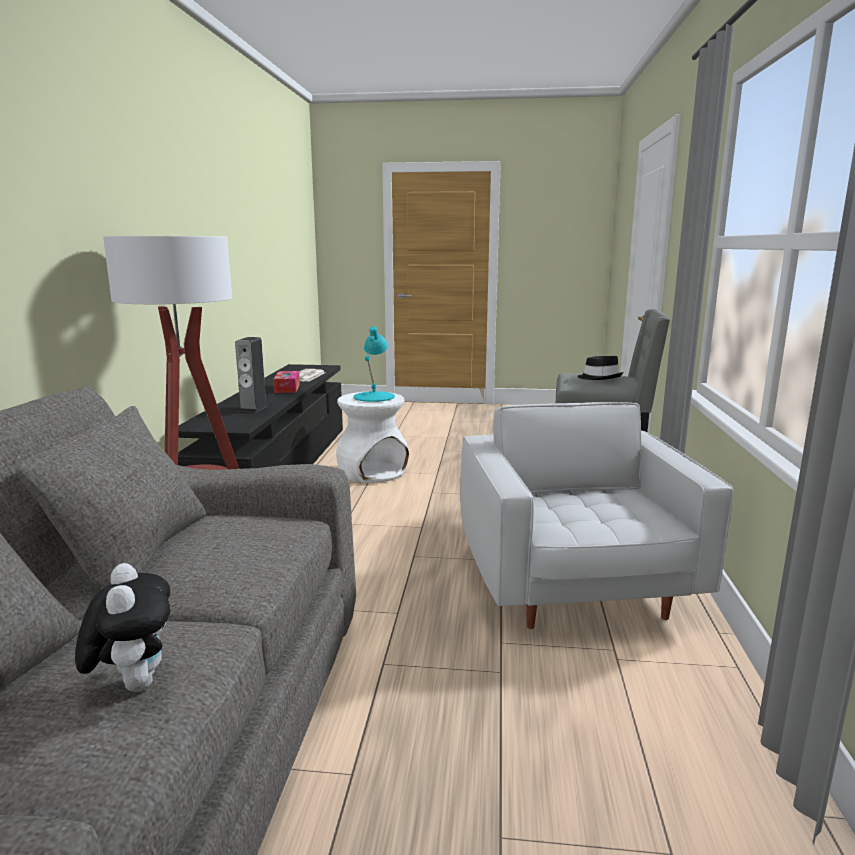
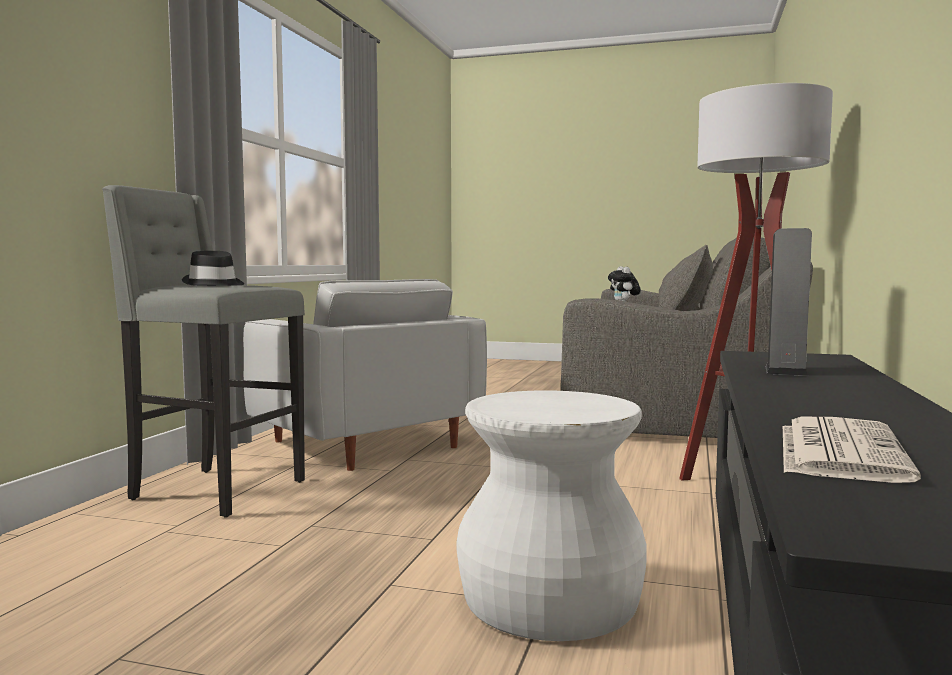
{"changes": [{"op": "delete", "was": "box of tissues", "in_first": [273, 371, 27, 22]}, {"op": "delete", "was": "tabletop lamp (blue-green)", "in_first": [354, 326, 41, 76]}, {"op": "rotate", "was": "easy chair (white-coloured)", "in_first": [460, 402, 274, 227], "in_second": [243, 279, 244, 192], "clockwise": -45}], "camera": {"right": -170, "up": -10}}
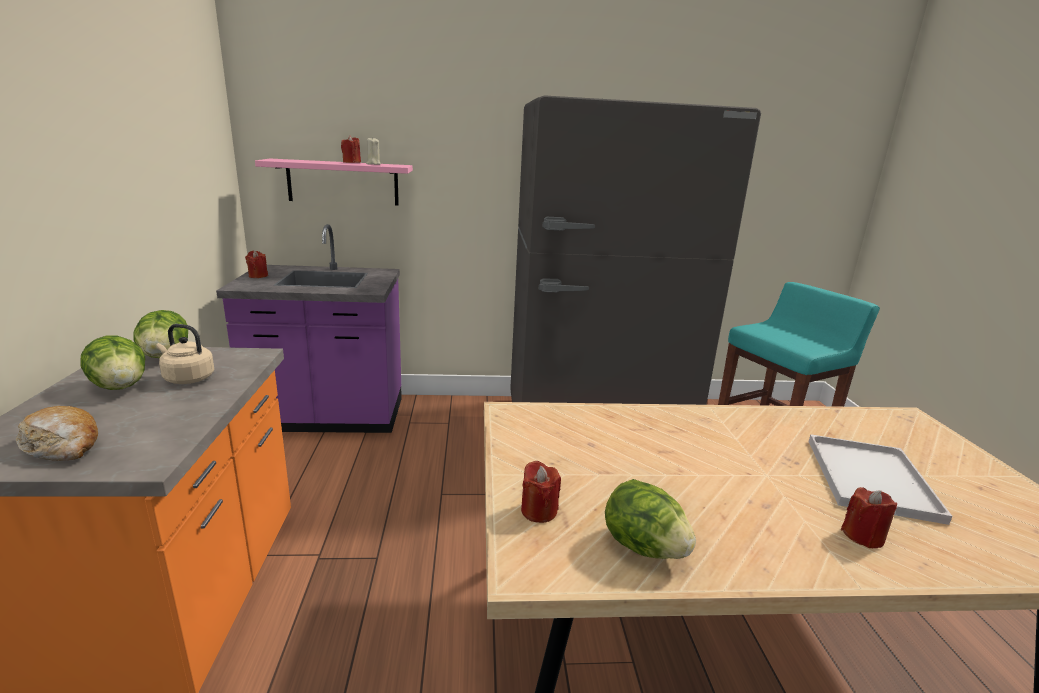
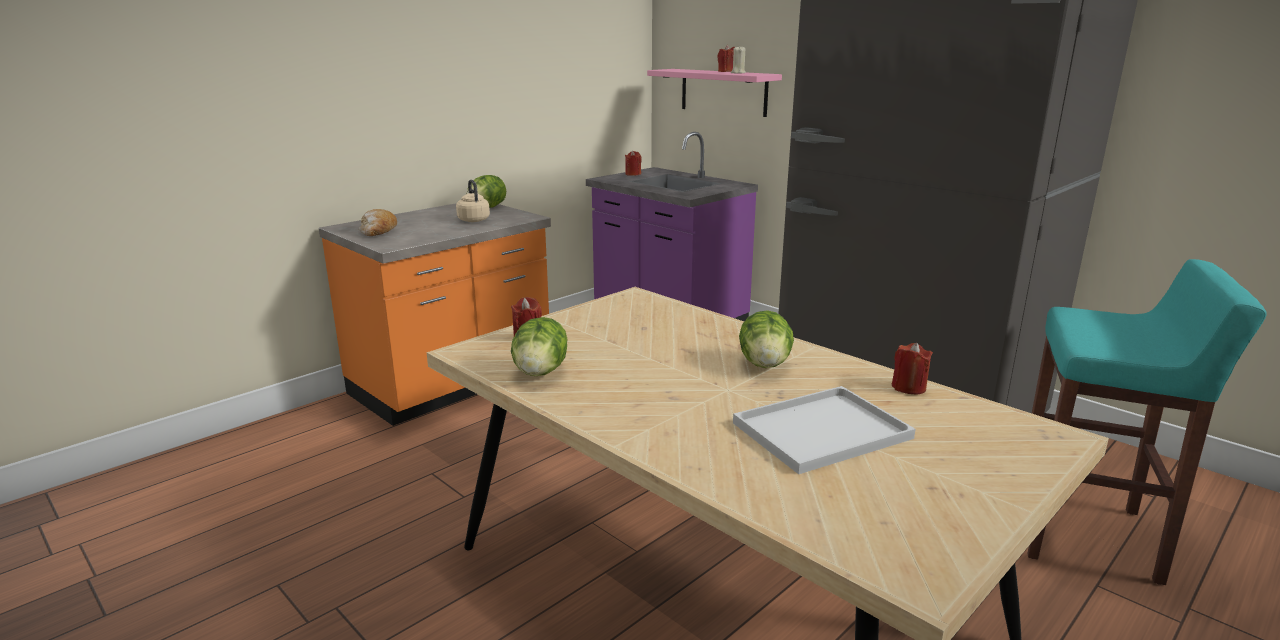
{"changes": [{"op": "move", "was": "lettuce", "in_first": [81, 335, 64, 55], "in_second": [739, 310, 55, 58]}, {"op": "move", "was": "wax candle (red-coloured)", "in_first": [841, 487, 56, 61], "in_second": [892, 343, 41, 51]}], "camera": {"right": 50, "up": 0}}
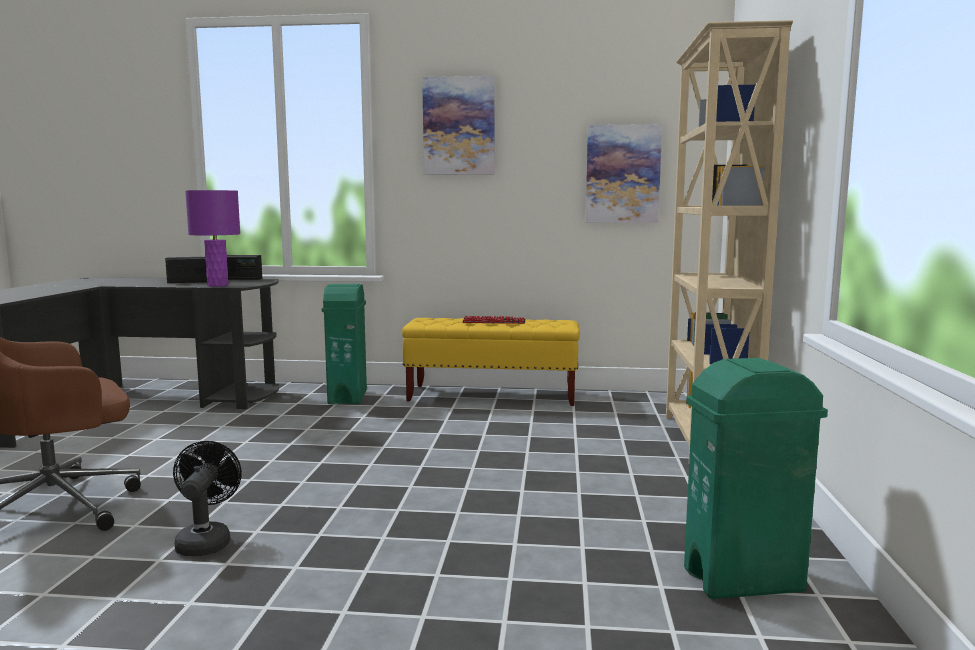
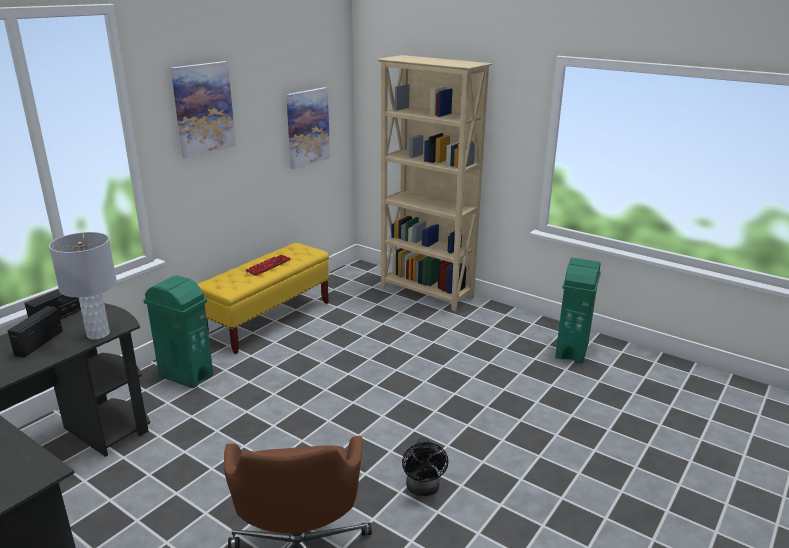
{"changes": [{"op": "rotate", "was": "fan (blackish)", "in_first": [173, 441, 69, 115], "in_second": [402, 437, 46, 59], "clockwise": -120}, {"op": "recolor", "was": "tabletop lamp (purplish)", "now": "tabletop lamp (grey)", "in_first": [185, 190, 55, 97], "in_second": [49, 232, 68, 108]}], "camera": {"right": -60, "up": 15}}
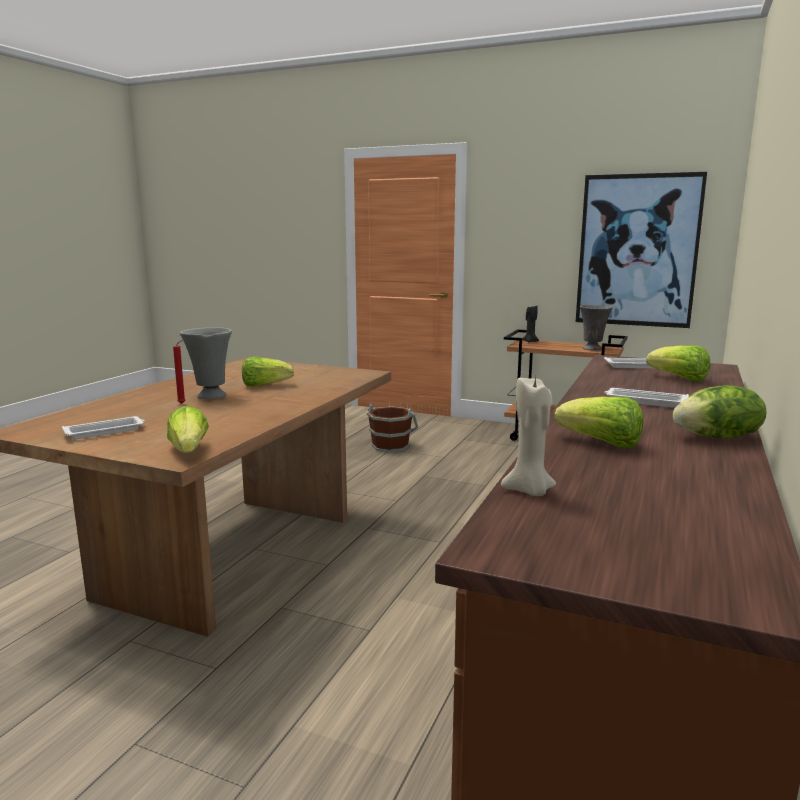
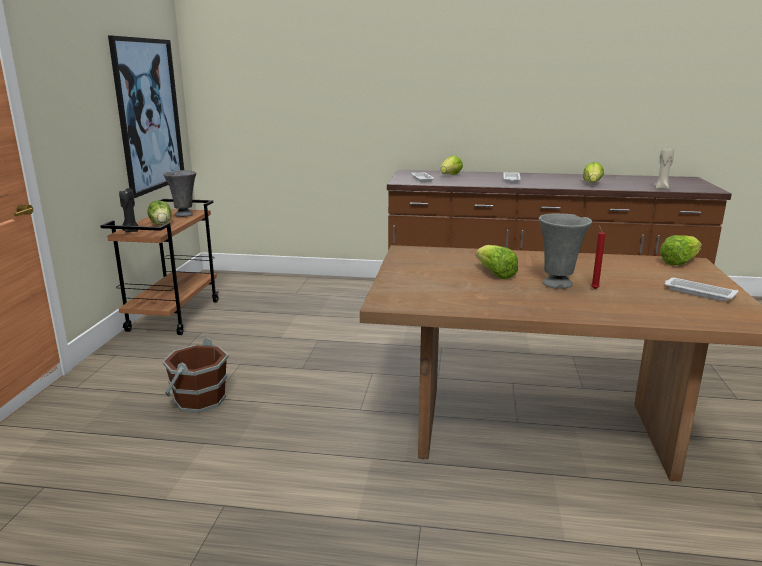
{"changes": [{"op": "move", "was": "lettuce", "in_first": [673, 385, 94, 54], "in_second": [148, 201, 24, 24]}], "camera": {"right": -105, "up": 5}}
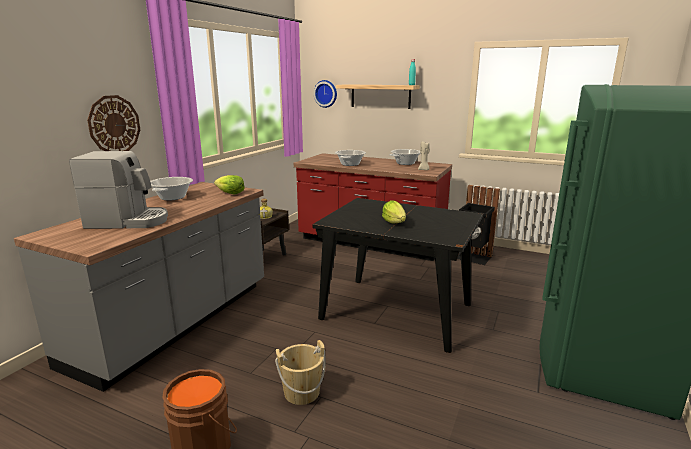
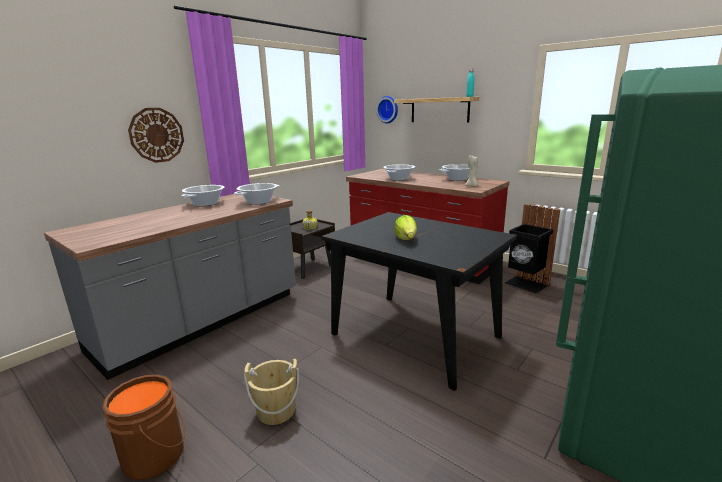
{"changes": [{"op": "delete", "was": "coffee machine", "in_first": [69, 151, 99, 78]}, {"op": "replace", "was": "lettuce", "now": "saucepot", "in_first": [214, 175, 31, 19], "in_second": [234, 183, 45, 22]}], "camera": {"right": 15, "up": 0}}
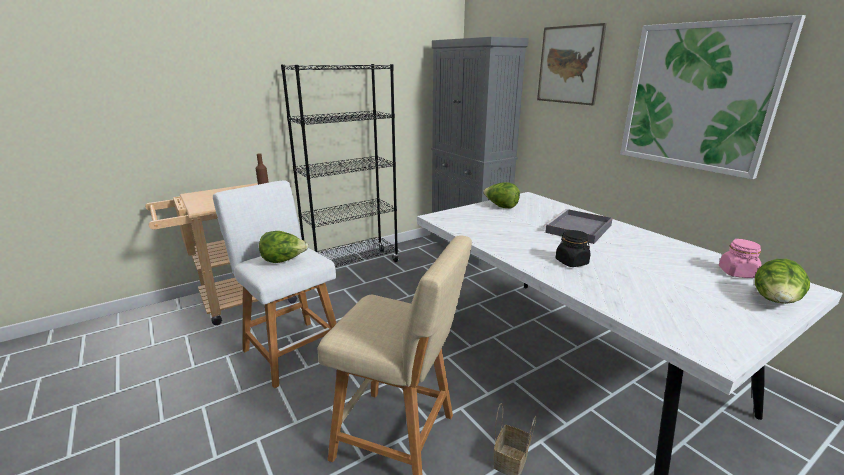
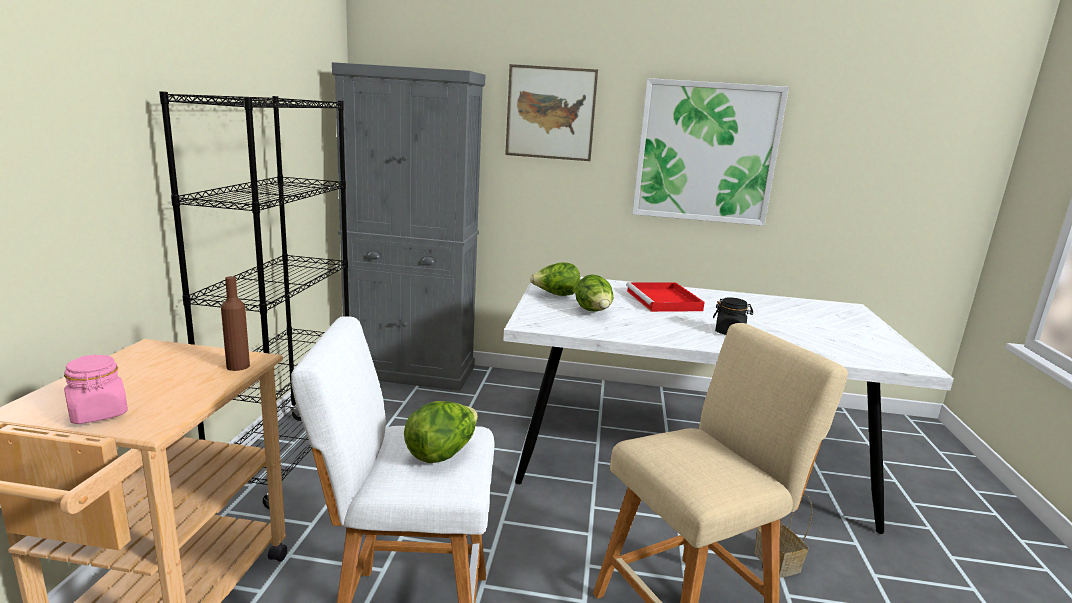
{"changes": [{"op": "recolor", "was": "tray (grey)", "now": "tray (red-coloured)", "in_first": [544, 209, 69, 35], "in_second": [626, 282, 79, 30]}, {"op": "move", "was": "jar (pinkish)", "in_first": [719, 239, 43, 39], "in_second": [64, 354, 64, 70]}, {"op": "move", "was": "lettuce", "in_first": [755, 259, 55, 45], "in_second": [575, 274, 38, 38]}], "camera": {"right": -50, "up": -5}}
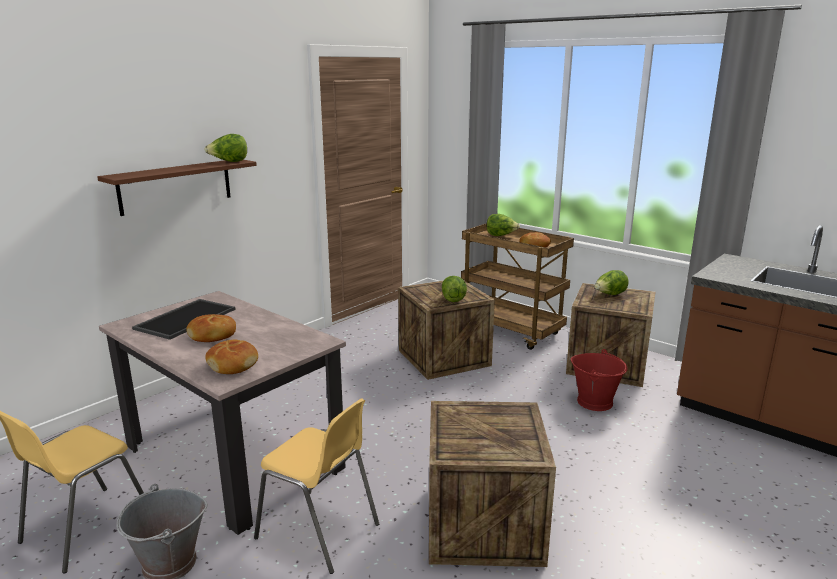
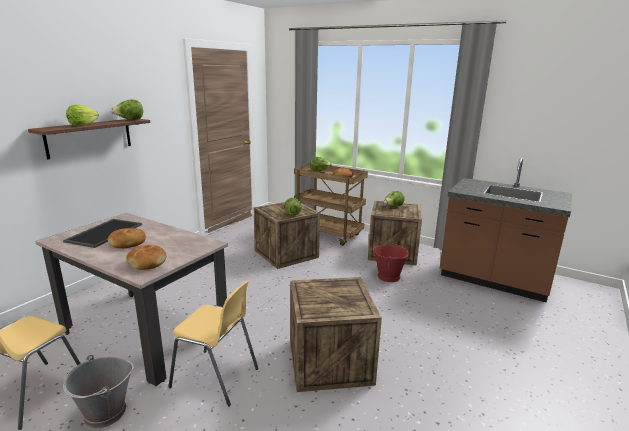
{"changes": [{"op": "insert", "now": "lettuce", "in_second": [66, 105, 33, 21]}], "camera": {"right": -10, "up": 0}}
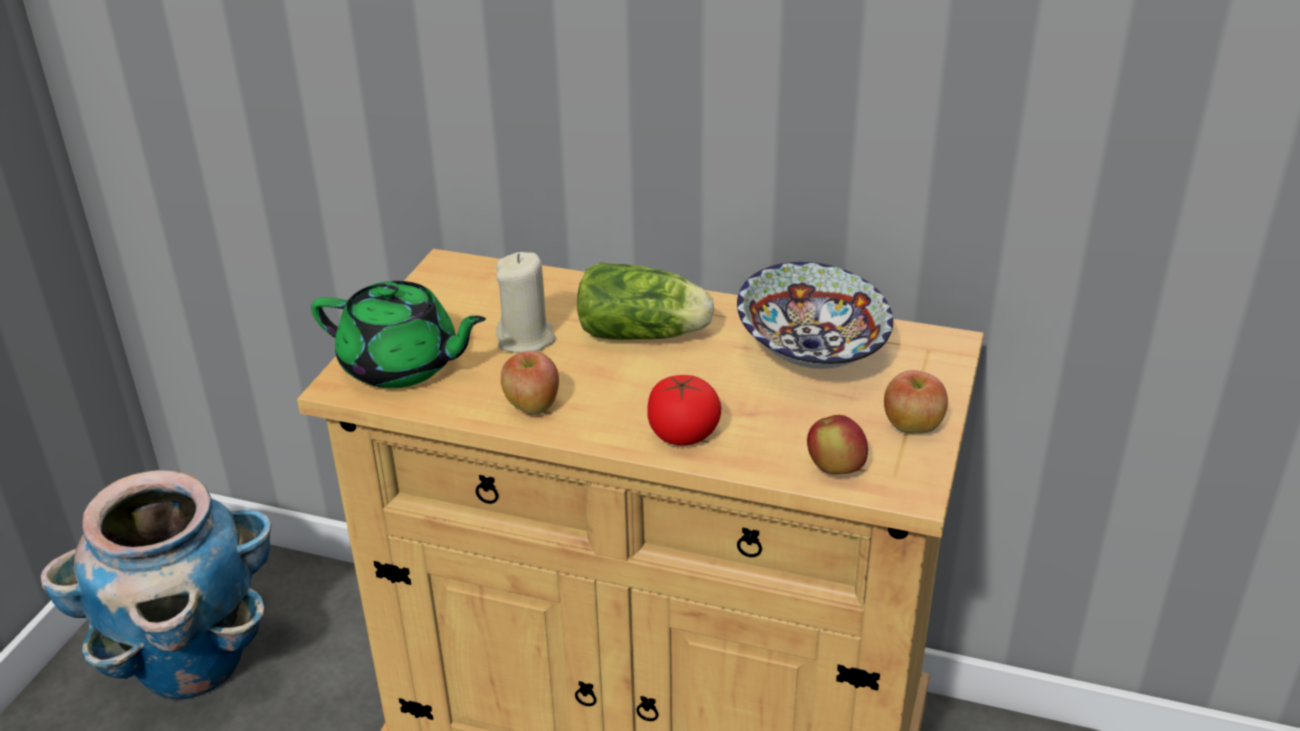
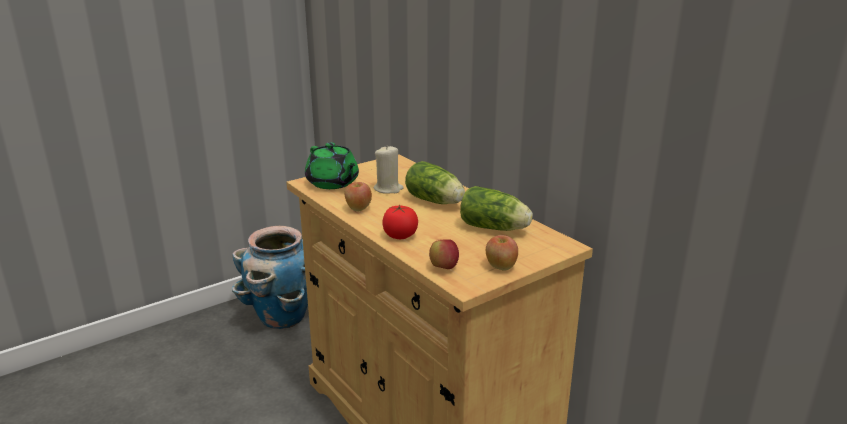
{"changes": [{"op": "replace", "was": "deep dish", "now": "lettuce", "in_first": [737, 262, 156, 107], "in_second": [460, 186, 73, 45]}], "camera": {"right": 35, "up": -10}}
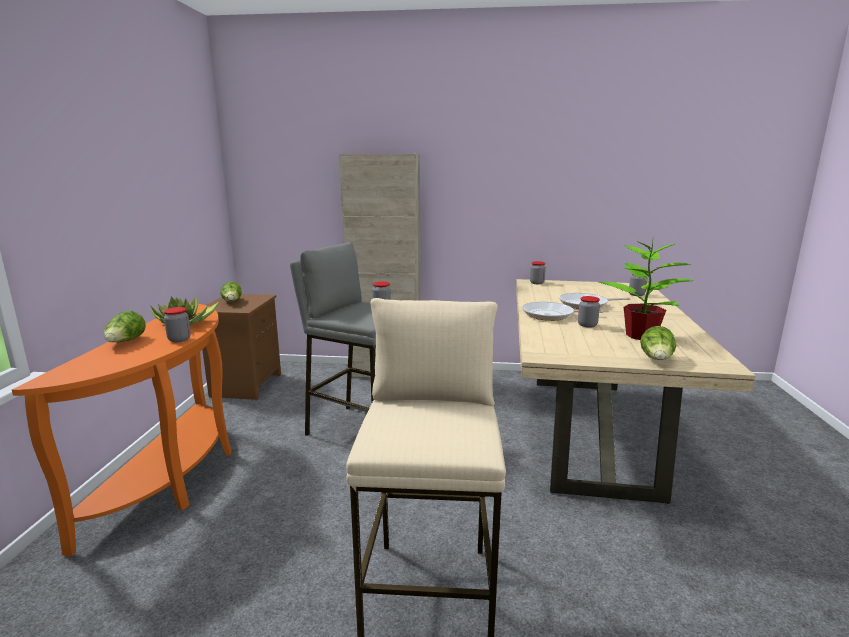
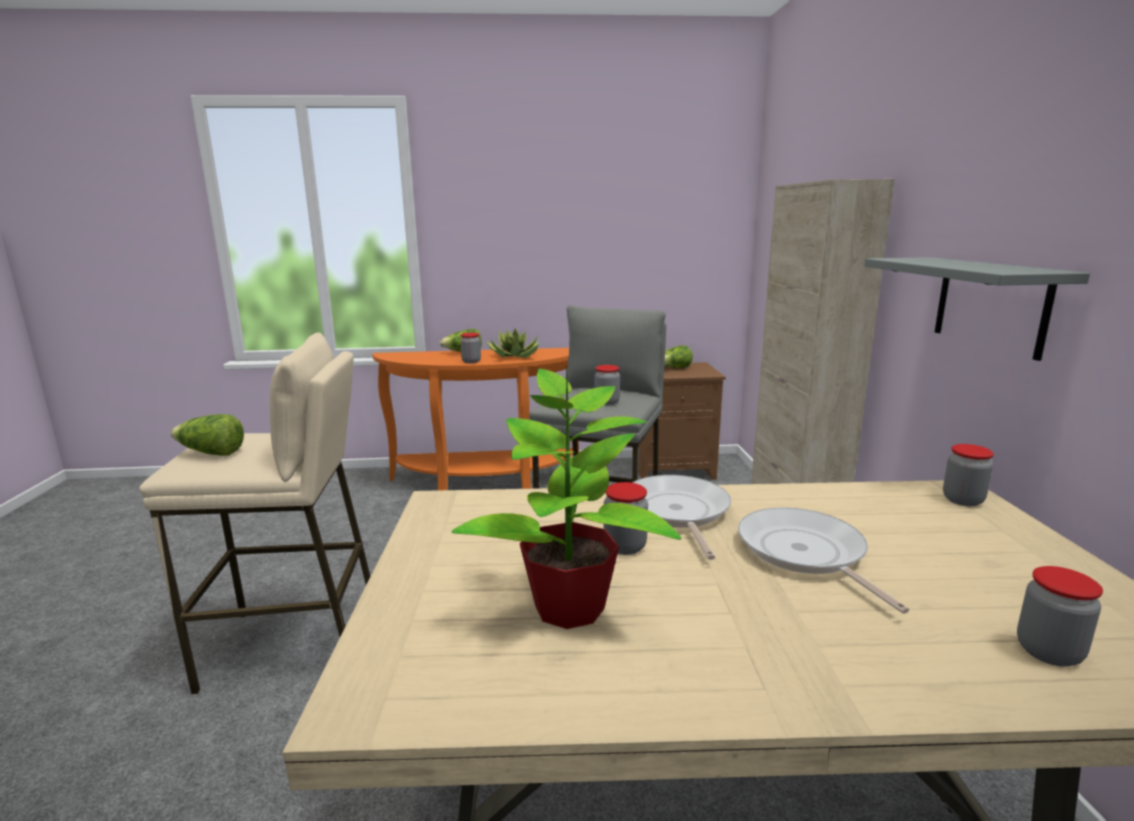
{"changes": [{"op": "move", "was": "lettuce", "in_first": [640, 326, 36, 34], "in_second": [170, 414, 74, 42]}, {"op": "insert", "now": "wall shelf (grey)", "in_second": [865, 257, 225, 104]}], "camera": {"right": 80, "up": 0}}
